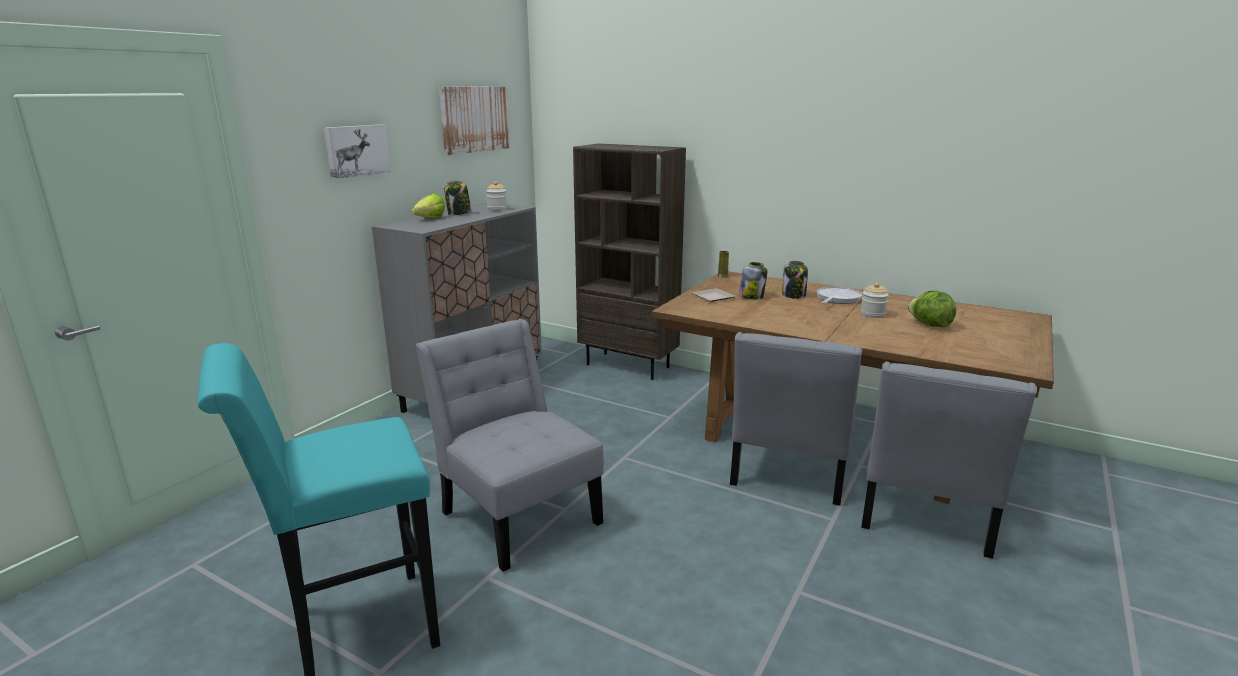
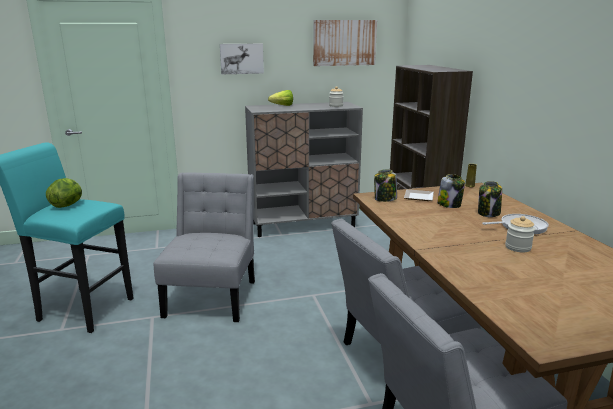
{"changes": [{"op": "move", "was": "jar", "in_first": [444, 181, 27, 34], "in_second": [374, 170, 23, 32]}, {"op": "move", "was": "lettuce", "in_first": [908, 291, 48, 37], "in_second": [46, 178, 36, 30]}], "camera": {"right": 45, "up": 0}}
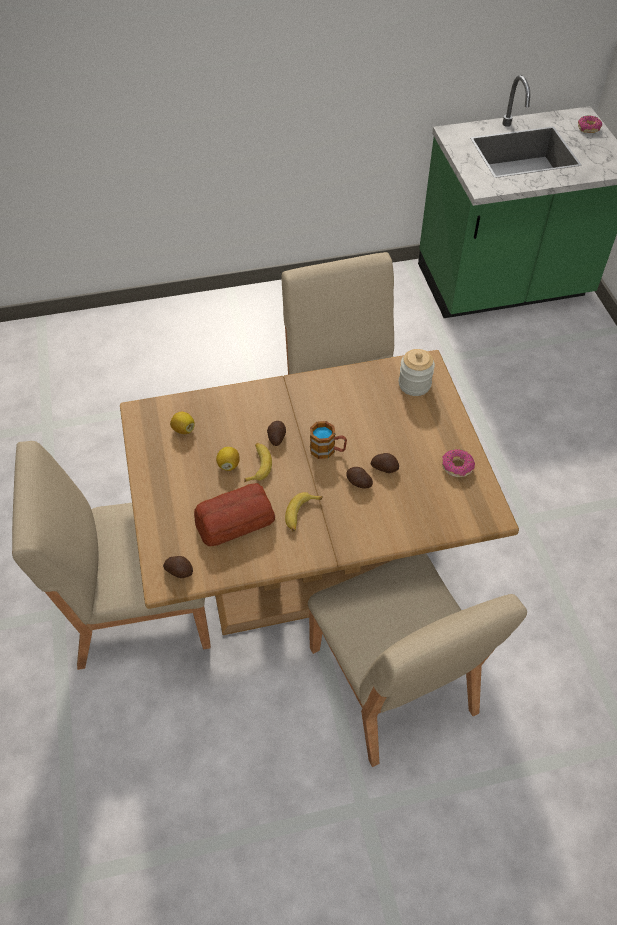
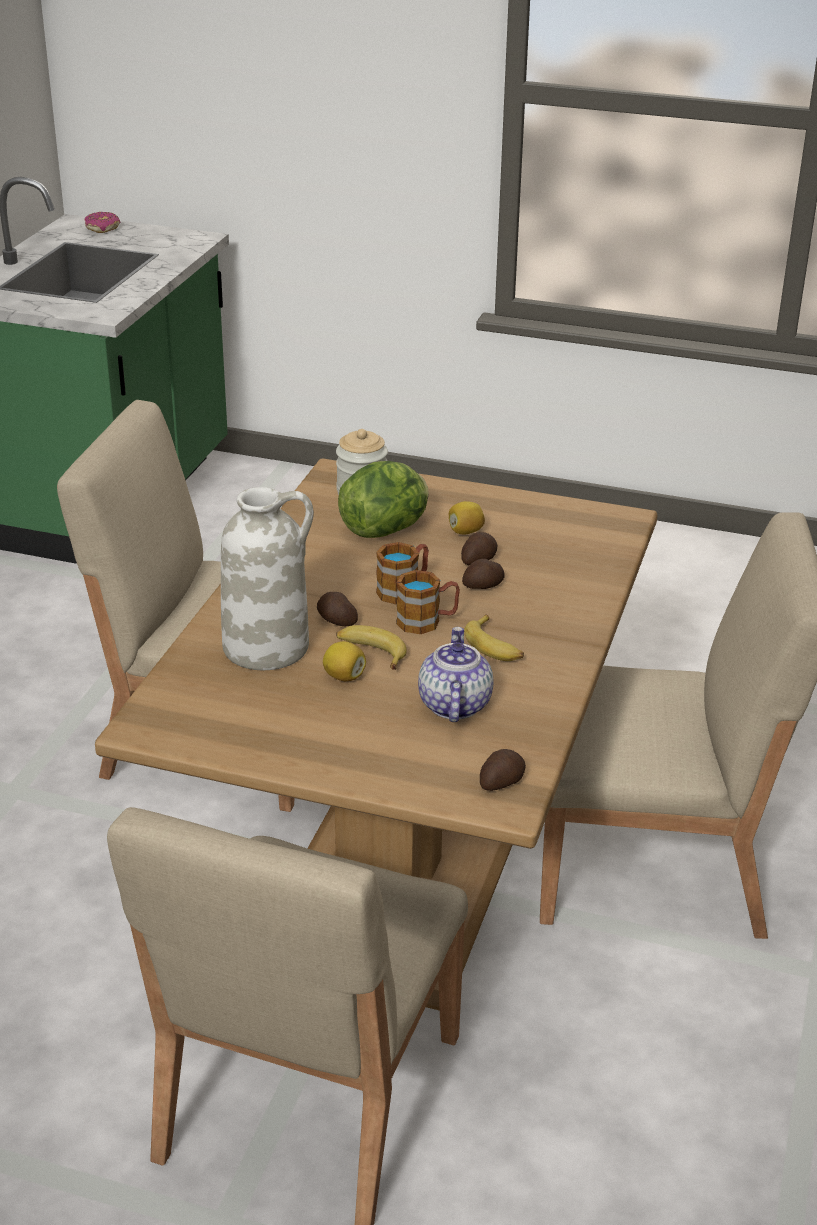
{"changes": [{"op": "move", "was": "whole lemon", "in_first": [170, 412, 25, 22], "in_second": [449, 501, 36, 33]}, {"op": "replace", "was": "bread", "now": "pot for tea", "in_first": [194, 483, 81, 63], "in_second": [418, 627, 76, 95]}, {"op": "delete", "was": "doughnut", "in_first": [442, 449, 33, 29]}, {"op": "insert", "now": "vase (white-coloured)", "in_second": [221, 487, 93, 183]}, {"op": "insert", "now": "lettuce", "in_second": [338, 461, 91, 77]}, {"op": "insert", "now": "coffee mug", "in_second": [396, 570, 64, 64]}], "camera": {"right": -60, "up": -20}}
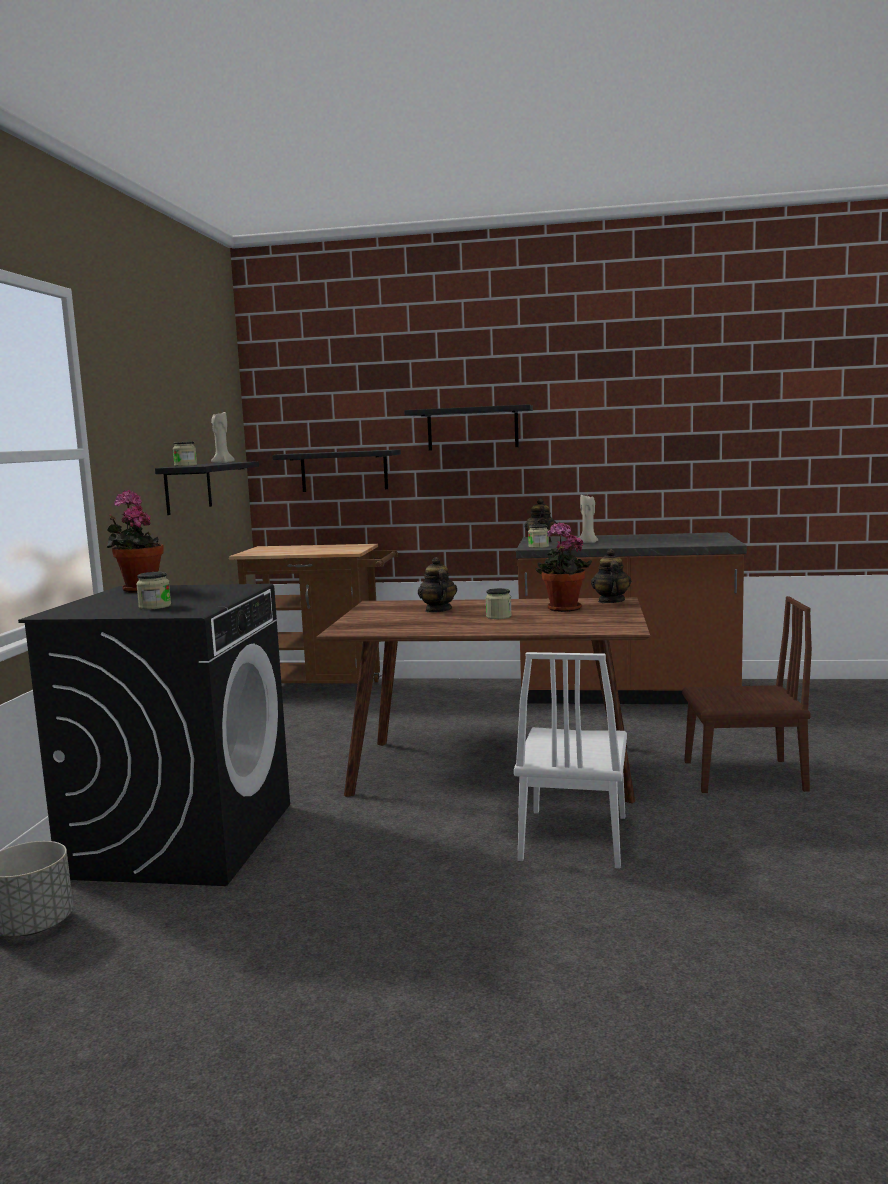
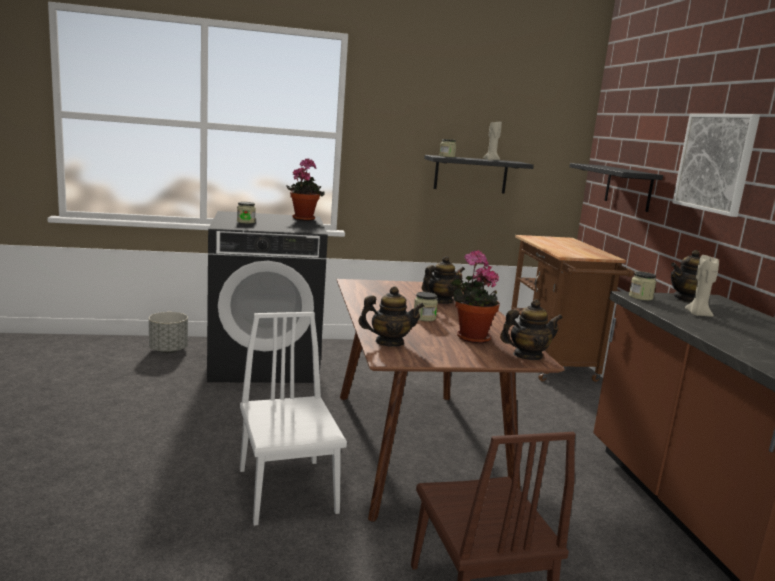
{"changes": [{"op": "replace", "was": "wall shelf (blackish)", "now": "picture", "in_first": [404, 404, 129, 47], "in_second": [672, 114, 88, 103]}, {"op": "rotate", "was": "chair (white-coloured)", "in_first": [514, 652, 113, 216], "in_second": [240, 312, 107, 214], "clockwise": 75}, {"op": "insert", "now": "pot for tea", "in_second": [358, 286, 67, 61]}], "camera": {"right": 70, "up": 5}}
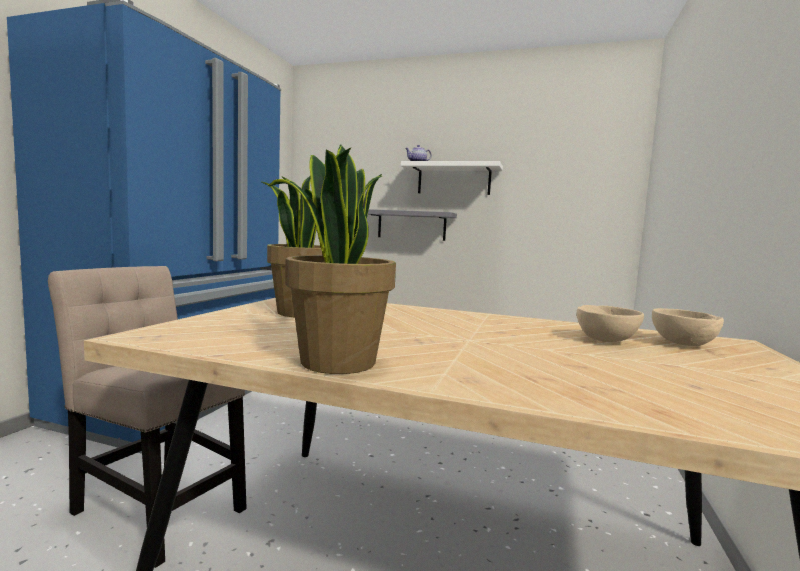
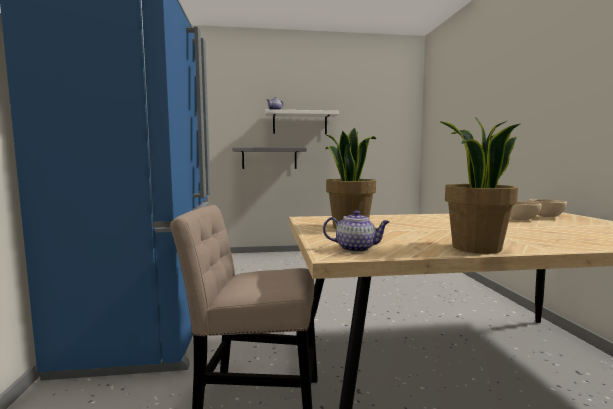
{"changes": [{"op": "insert", "now": "pot for tea", "in_second": [323, 210, 67, 42]}], "camera": {"right": -25, "up": 0}}
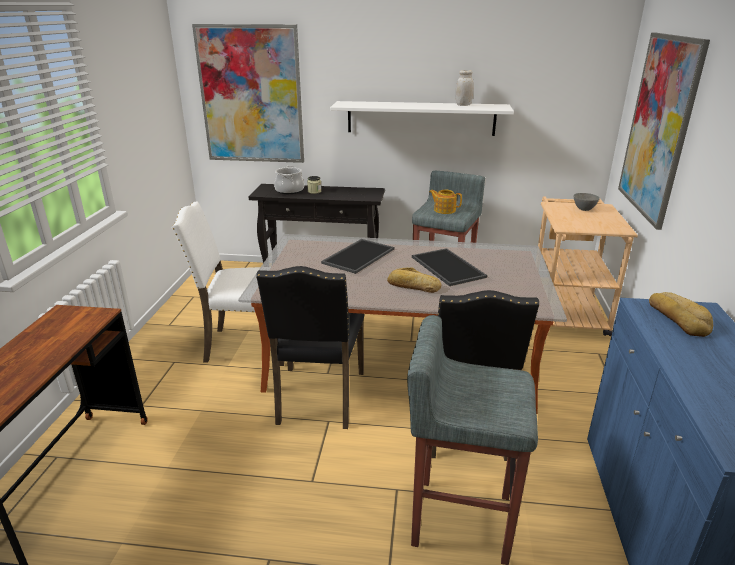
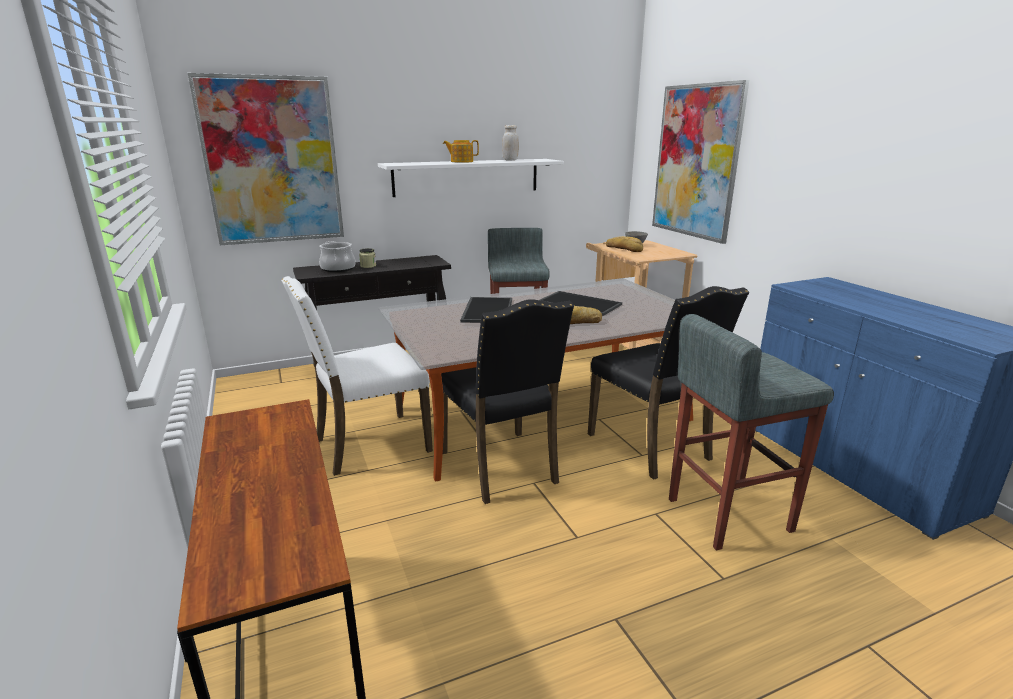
{"changes": [{"op": "move", "was": "pot for tea", "in_first": [429, 190, 33, 24], "in_second": [443, 140, 36, 23]}, {"op": "move", "was": "bread", "in_first": [649, 292, 64, 45], "in_second": [606, 236, 37, 16]}], "camera": {"right": -30, "up": -5}}
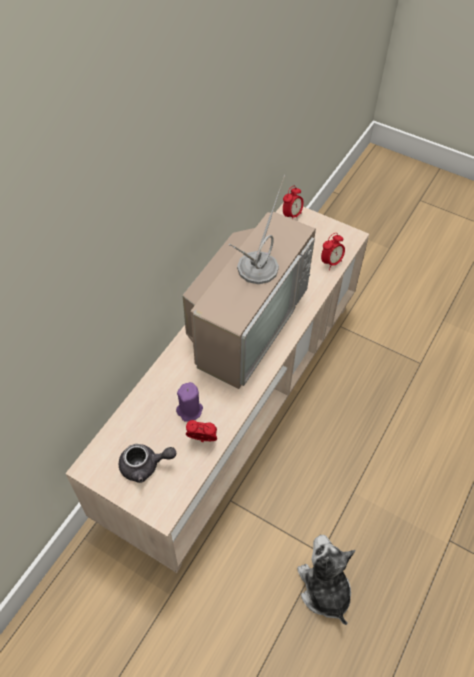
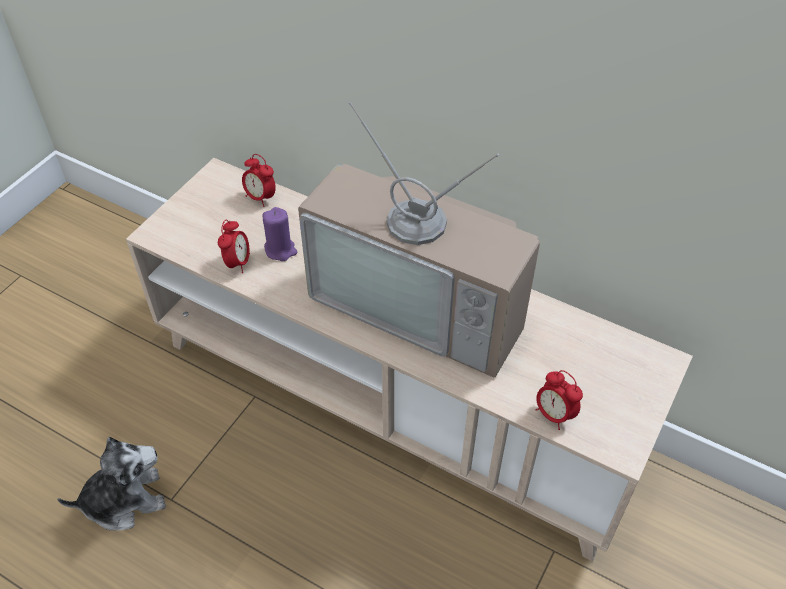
{"changes": [{"op": "delete", "was": "pot for tea (grey)", "in_first": [119, 444, 58, 39]}, {"op": "move", "was": "table clock", "in_first": [283, 186, 21, 33], "in_second": [242, 154, 34, 53]}], "camera": {"right": 90, "up": -5}}
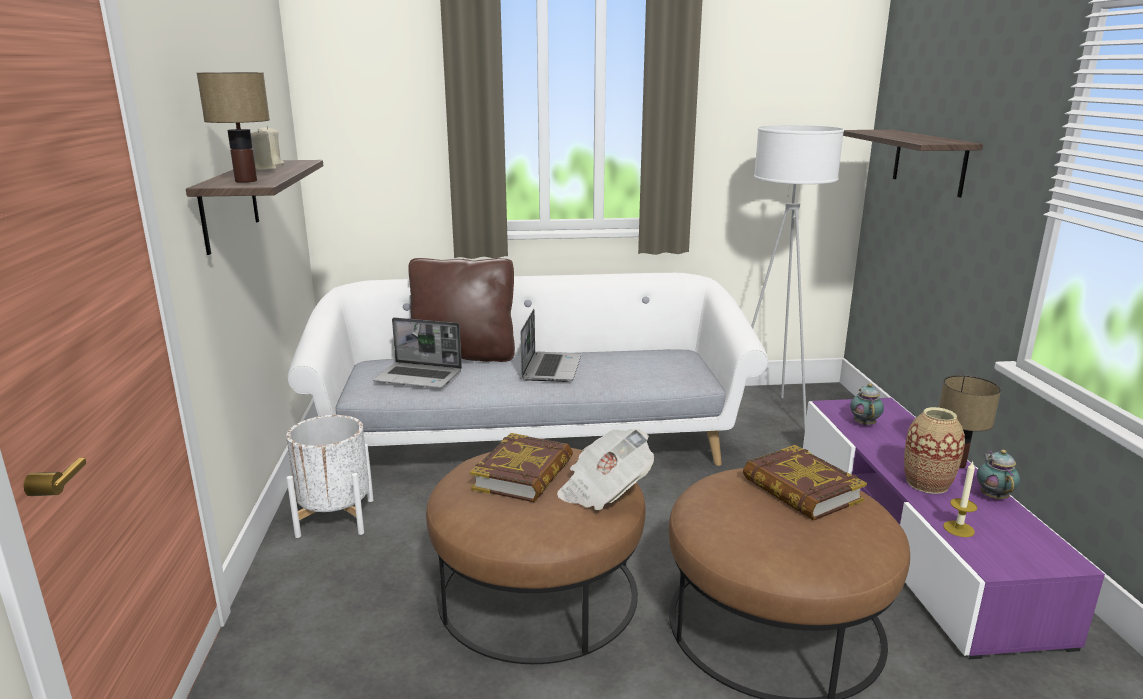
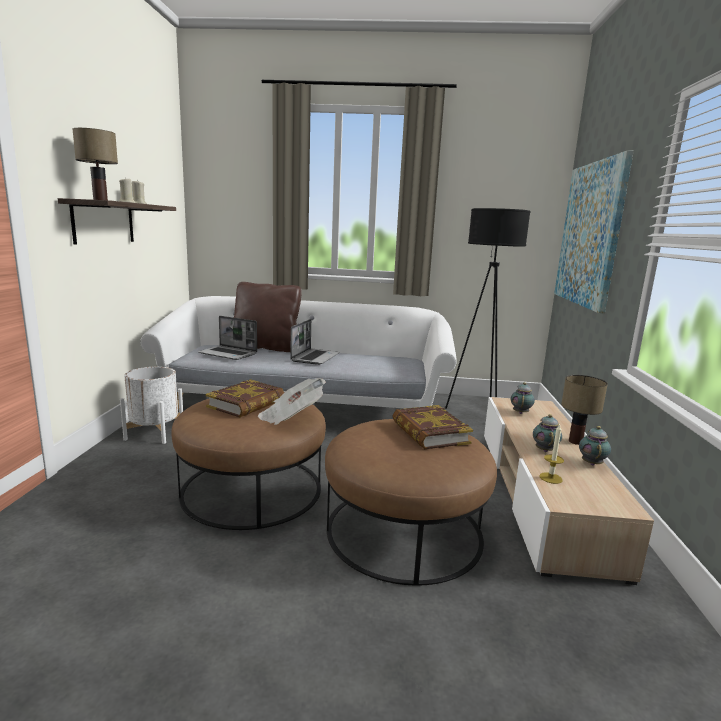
{"changes": [{"op": "recolor", "was": "floor lamp (white-coloured)", "now": "floor lamp (blackish)", "in_first": [751, 125, 93, 306], "in_second": [445, 208, 86, 201]}, {"op": "recolor", "was": "media console (purplish)", "now": "media console (sand-coloured)", "in_first": [803, 398, 302, 261], "in_second": [484, 397, 170, 188]}, {"op": "replace", "was": "wall shelf", "now": "picture", "in_first": [843, 130, 140, 67], "in_second": [554, 150, 80, 164]}, {"op": "replace", "was": "vase", "now": "pot for tea", "in_first": [904, 407, 61, 87], "in_second": [533, 414, 29, 38]}], "camera": {"right": 10, "up": -5}}
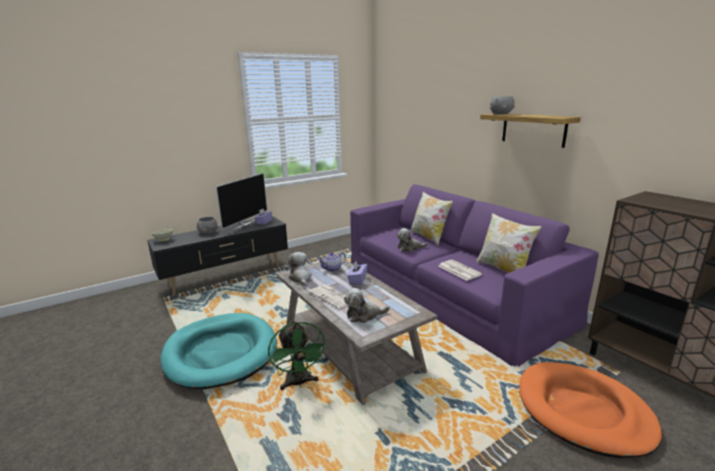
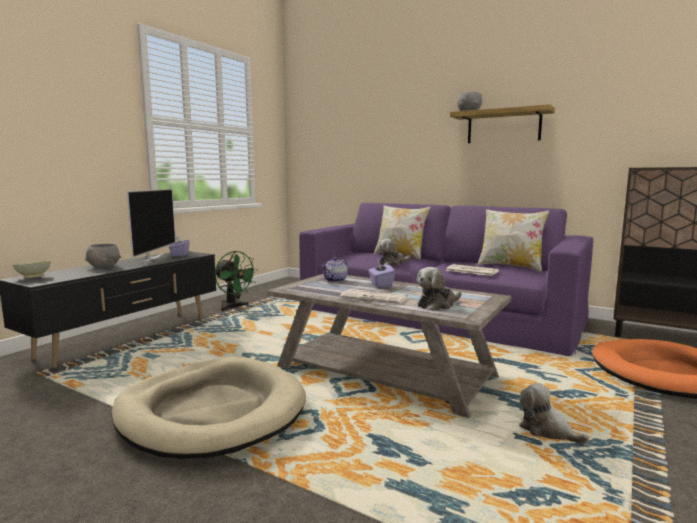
{"changes": [{"op": "recolor", "was": "pet bed (blue-green)", "now": "pet bed (sand-coloured)", "in_first": [161, 313, 116, 76], "in_second": [111, 357, 195, 102]}, {"op": "move", "was": "fan (green-coloured)", "in_first": [268, 321, 59, 69], "in_second": [215, 251, 43, 60]}, {"op": "move", "was": "soft toy", "in_first": [286, 252, 26, 34], "in_second": [519, 383, 70, 61]}], "camera": {"right": -25, "up": -10}}
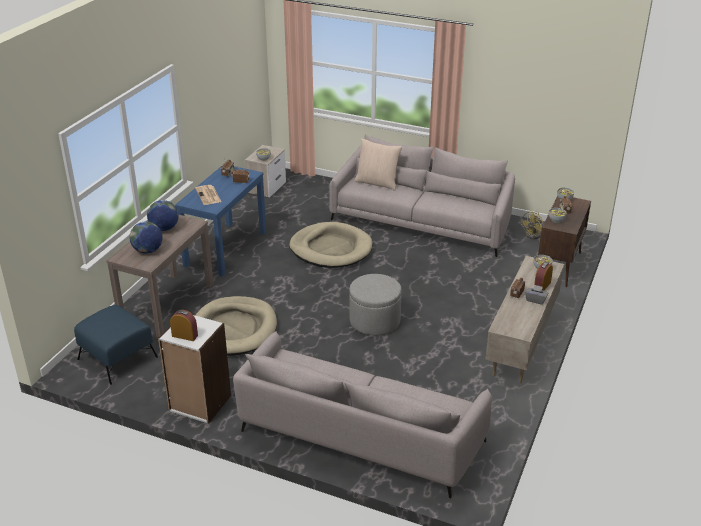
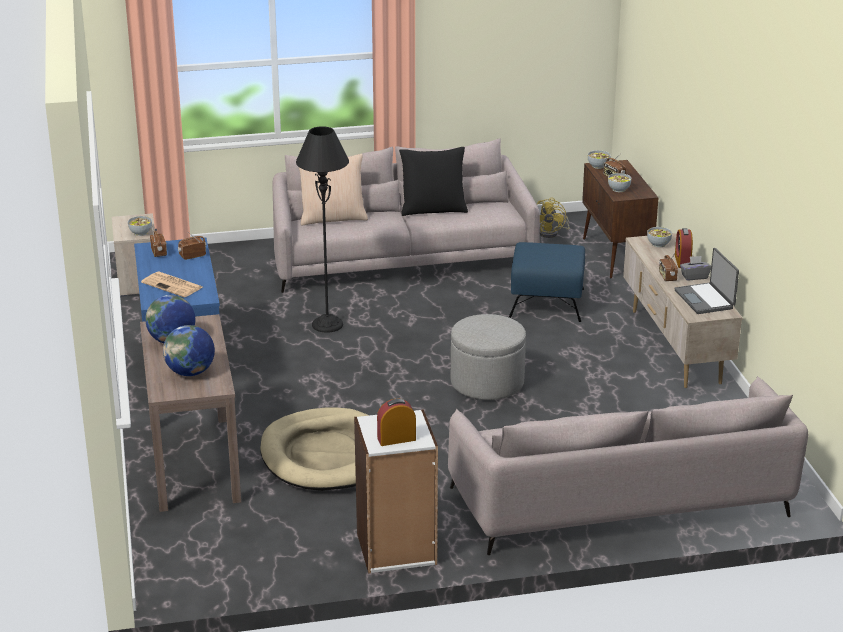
{"changes": [{"op": "move", "was": "footrest (bluish)", "in_first": [74, 305, 84, 80], "in_second": [509, 242, 76, 80]}, {"op": "replace", "was": "pet bed (sand-coloured)", "now": "floor lamp (blackish)", "in_first": [289, 222, 83, 46], "in_second": [296, 126, 53, 207]}, {"op": "insert", "now": "throw pillow (blackish)", "in_second": [399, 147, 69, 69]}, {"op": "insert", "now": "laptop", "in_second": [674, 248, 65, 66]}], "camera": {"right": -35, "up": -5}}
